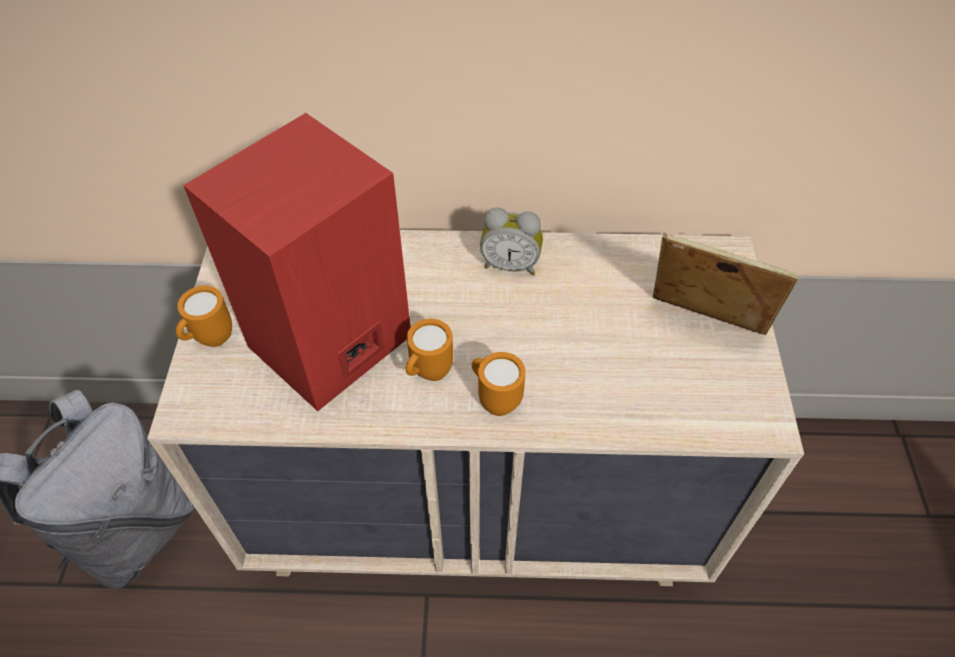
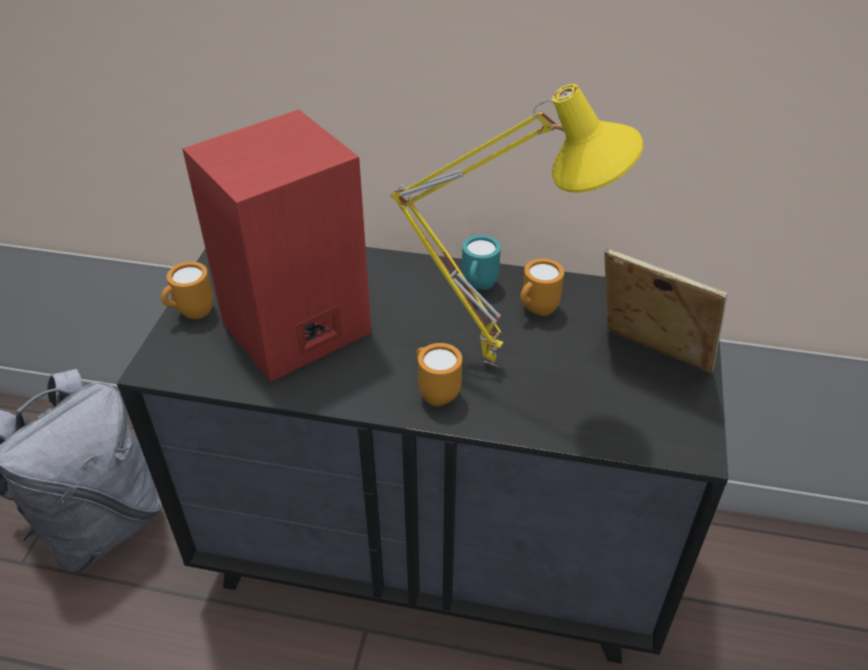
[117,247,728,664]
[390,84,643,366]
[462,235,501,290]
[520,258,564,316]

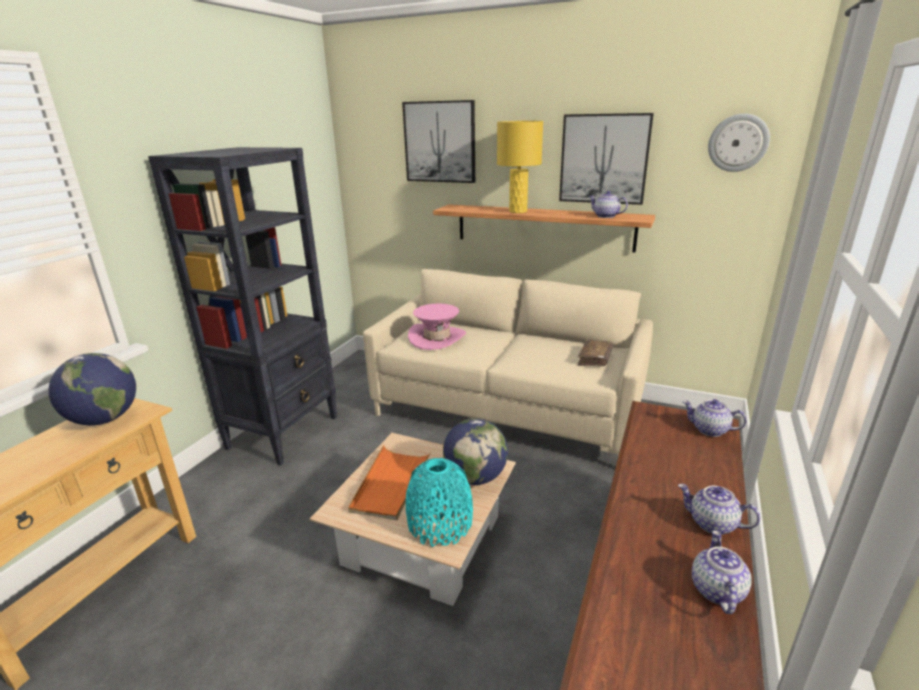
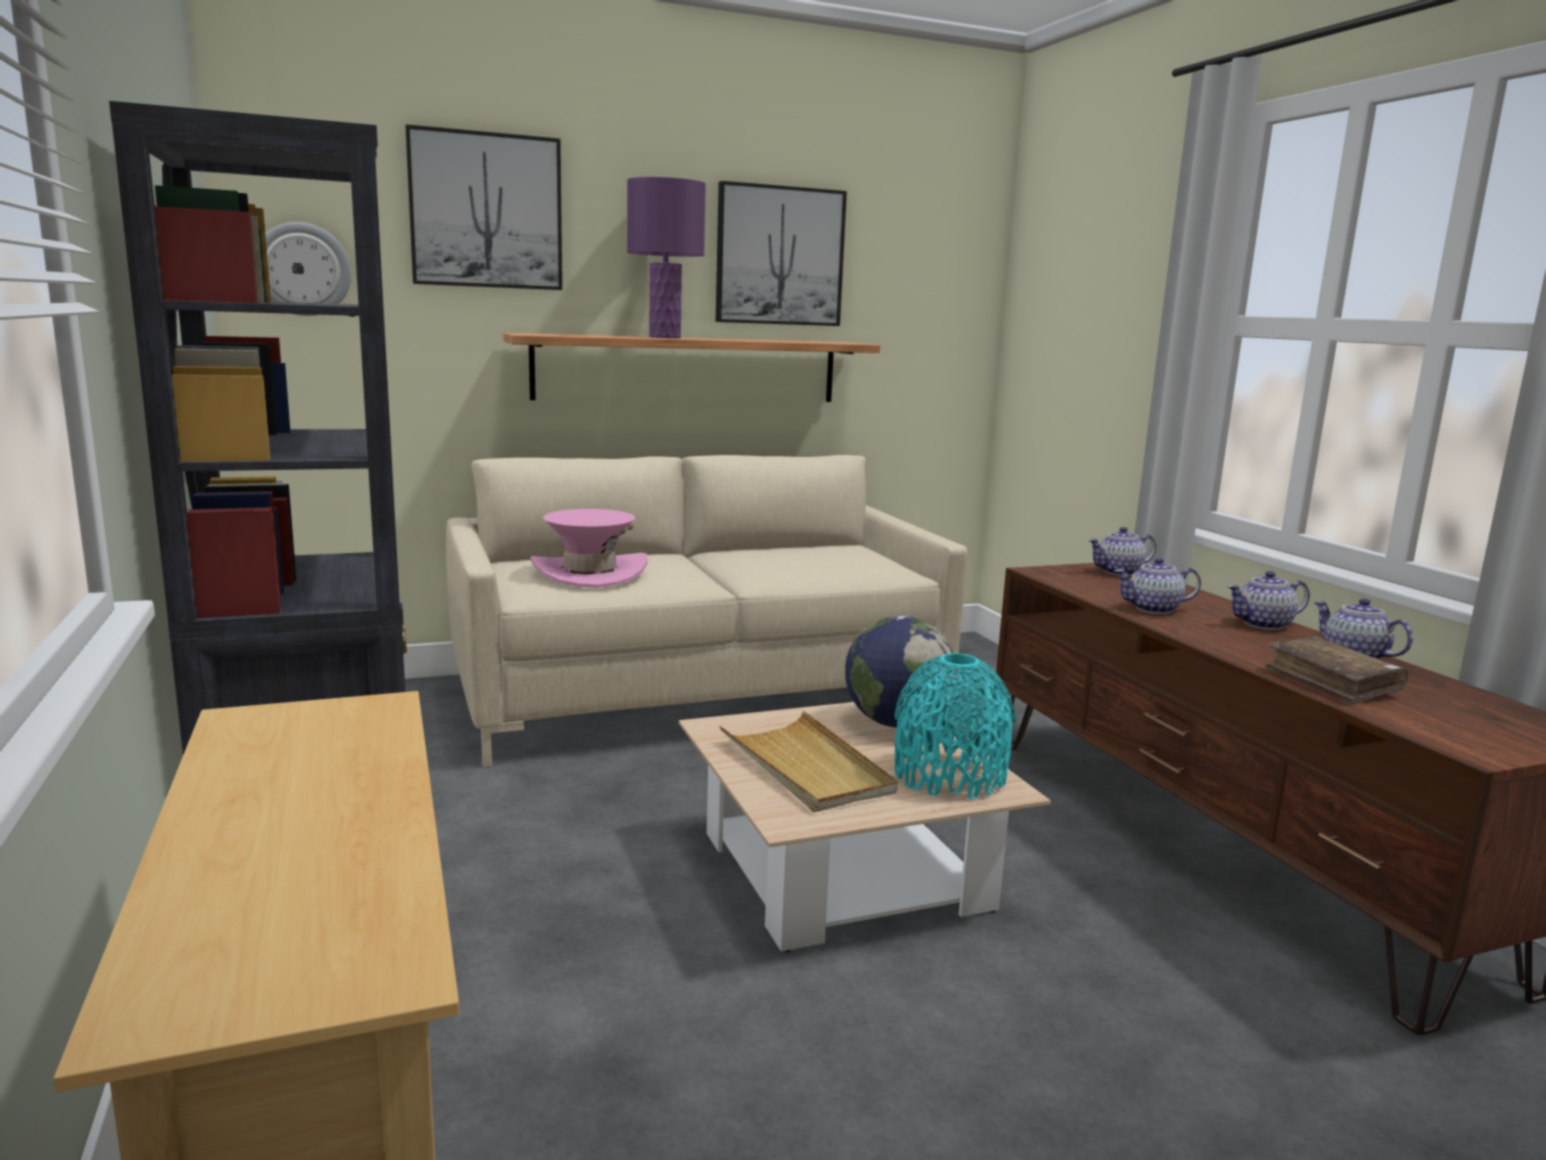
[265,222,351,316]
[627,177,706,338]
[719,711,898,812]
[1114,558,1201,614]
[1265,636,1408,704]
[49,353,136,425] (first image)

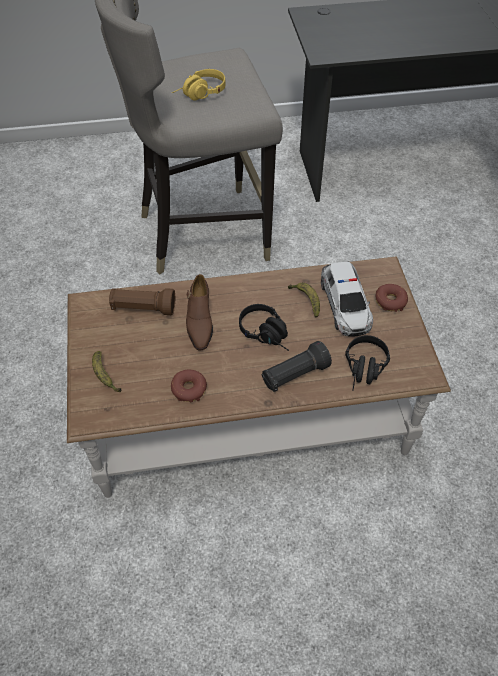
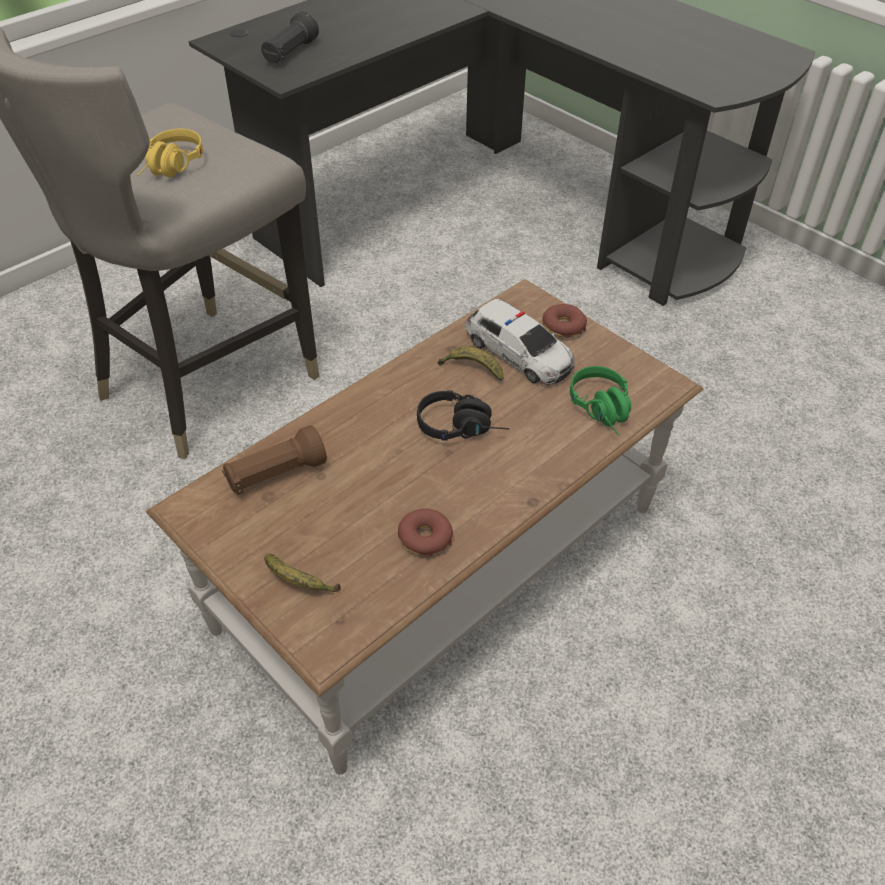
[261,11,319,64]
[570,366,631,436]
[186,274,213,350] (first image)

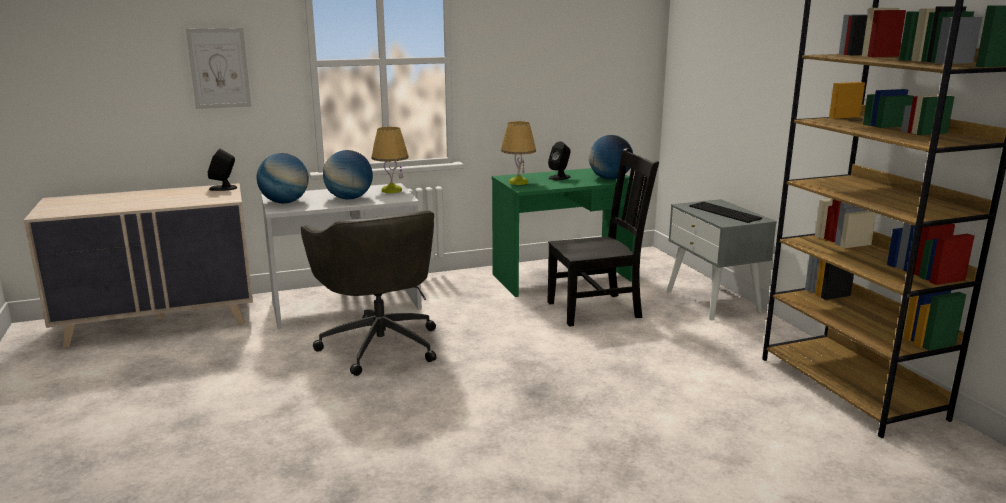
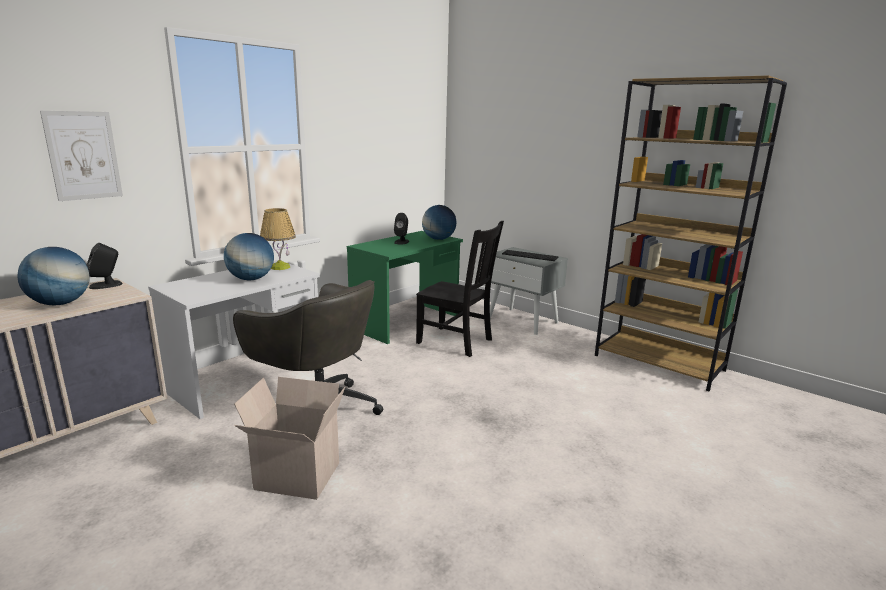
[17,247,90,305]
[234,377,345,500]
[416,221,504,357]
[501,121,536,185] (first image)

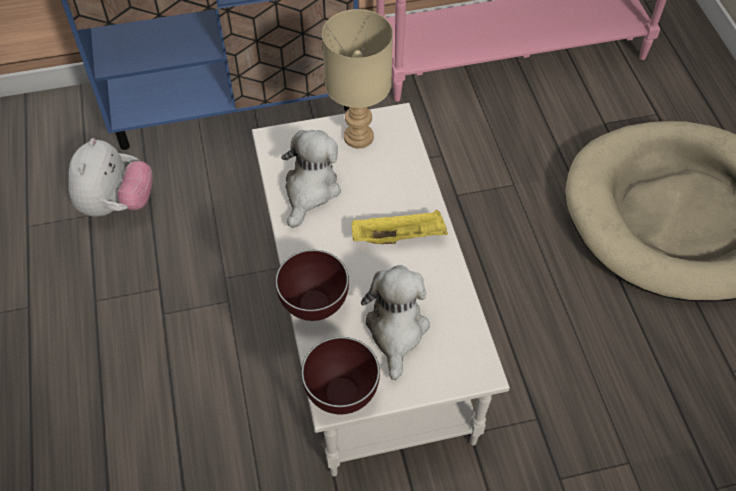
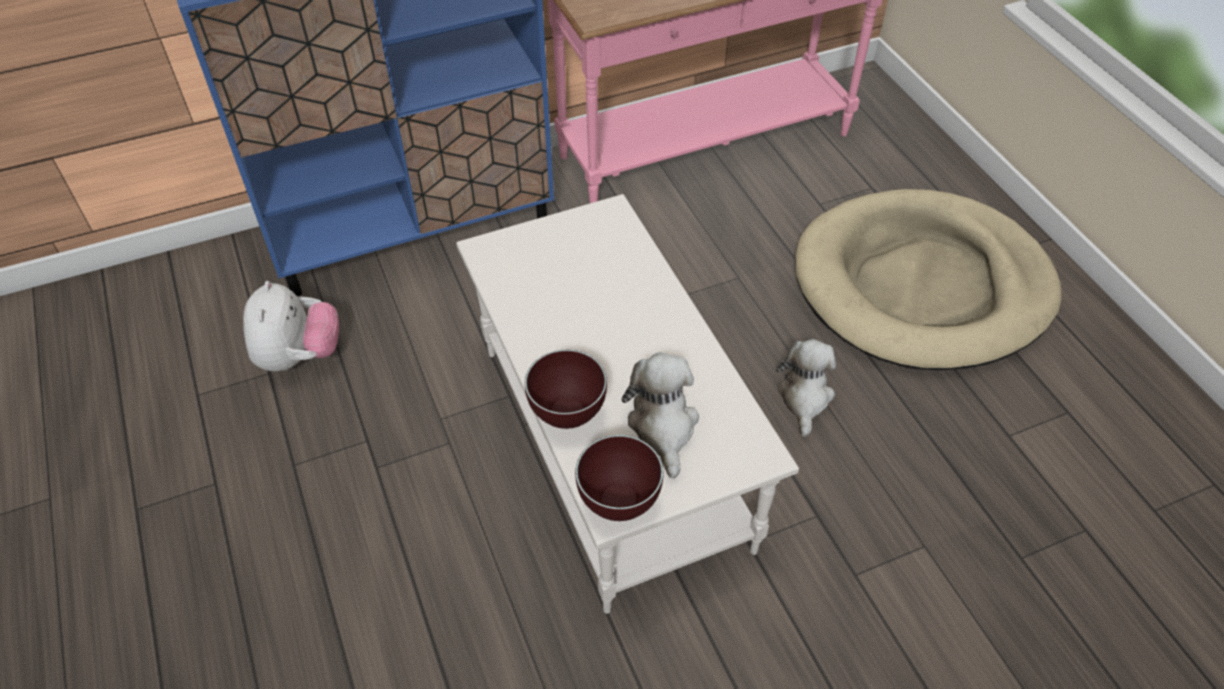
[776,339,836,437]
[322,9,393,148] (first image)
[352,210,448,244] (first image)

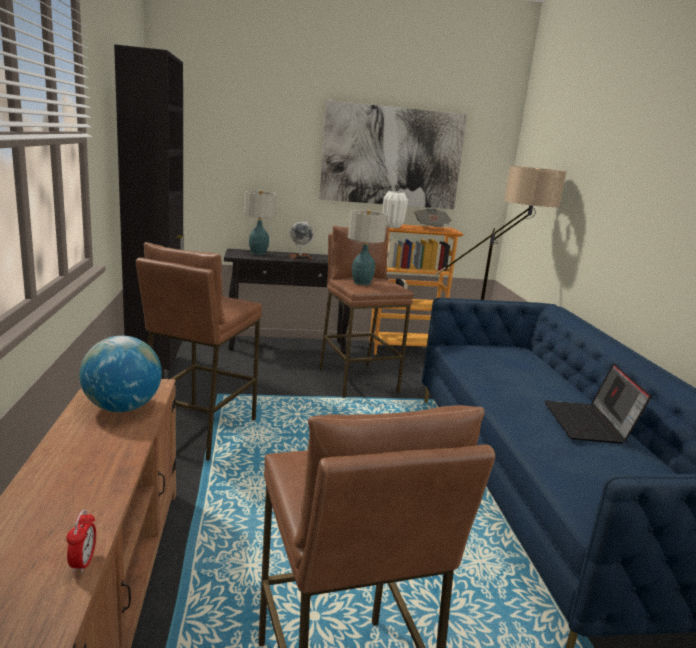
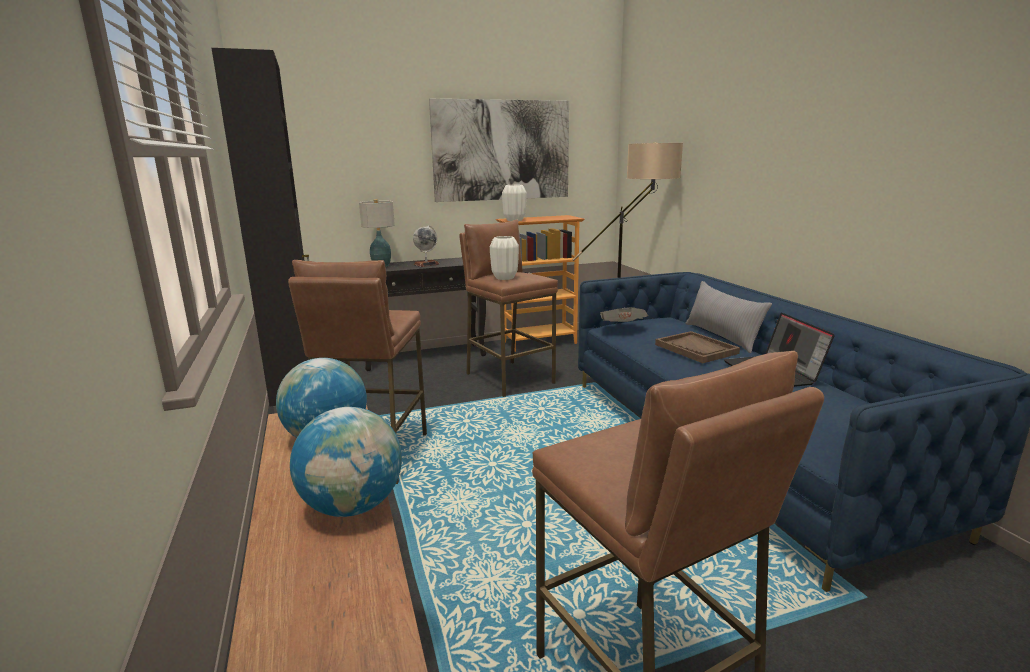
[290,407,402,517]
[490,236,519,280]
[600,307,648,322]
[655,331,740,363]
[686,281,772,353]
[66,510,96,574] (first image)

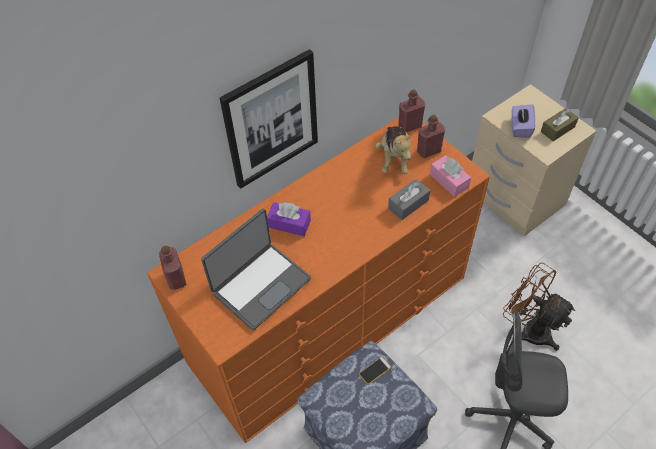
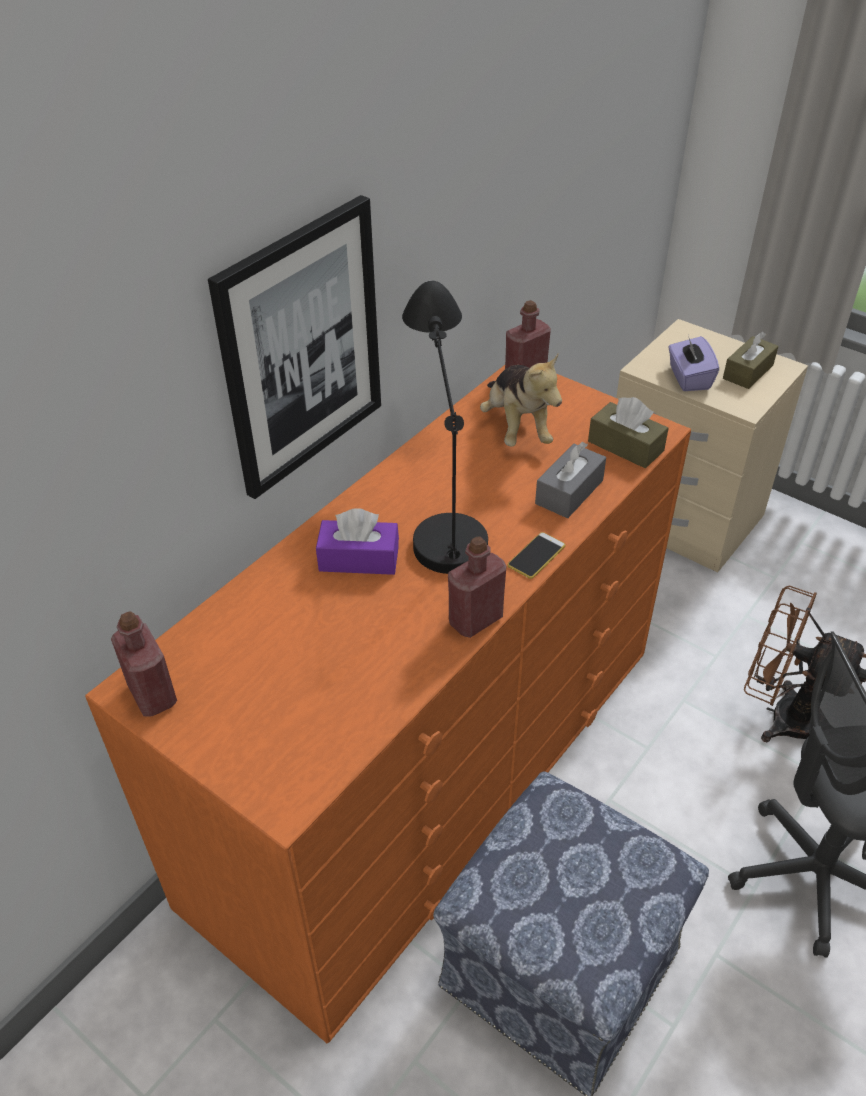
[402,281,488,574]
[448,536,506,638]
[507,532,565,579]
[588,397,669,468]
[201,209,311,330] (first image)

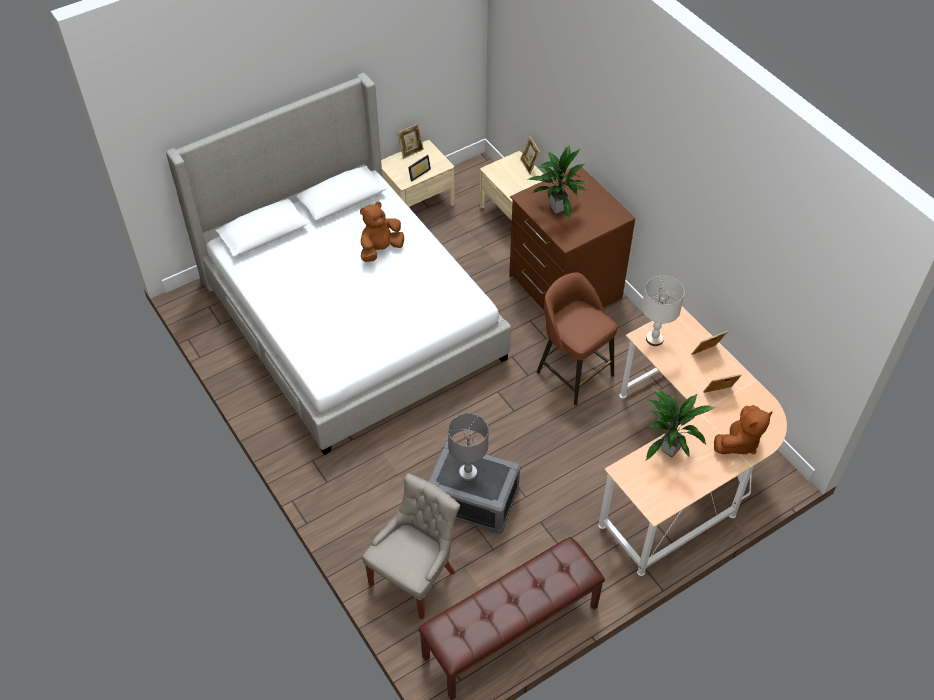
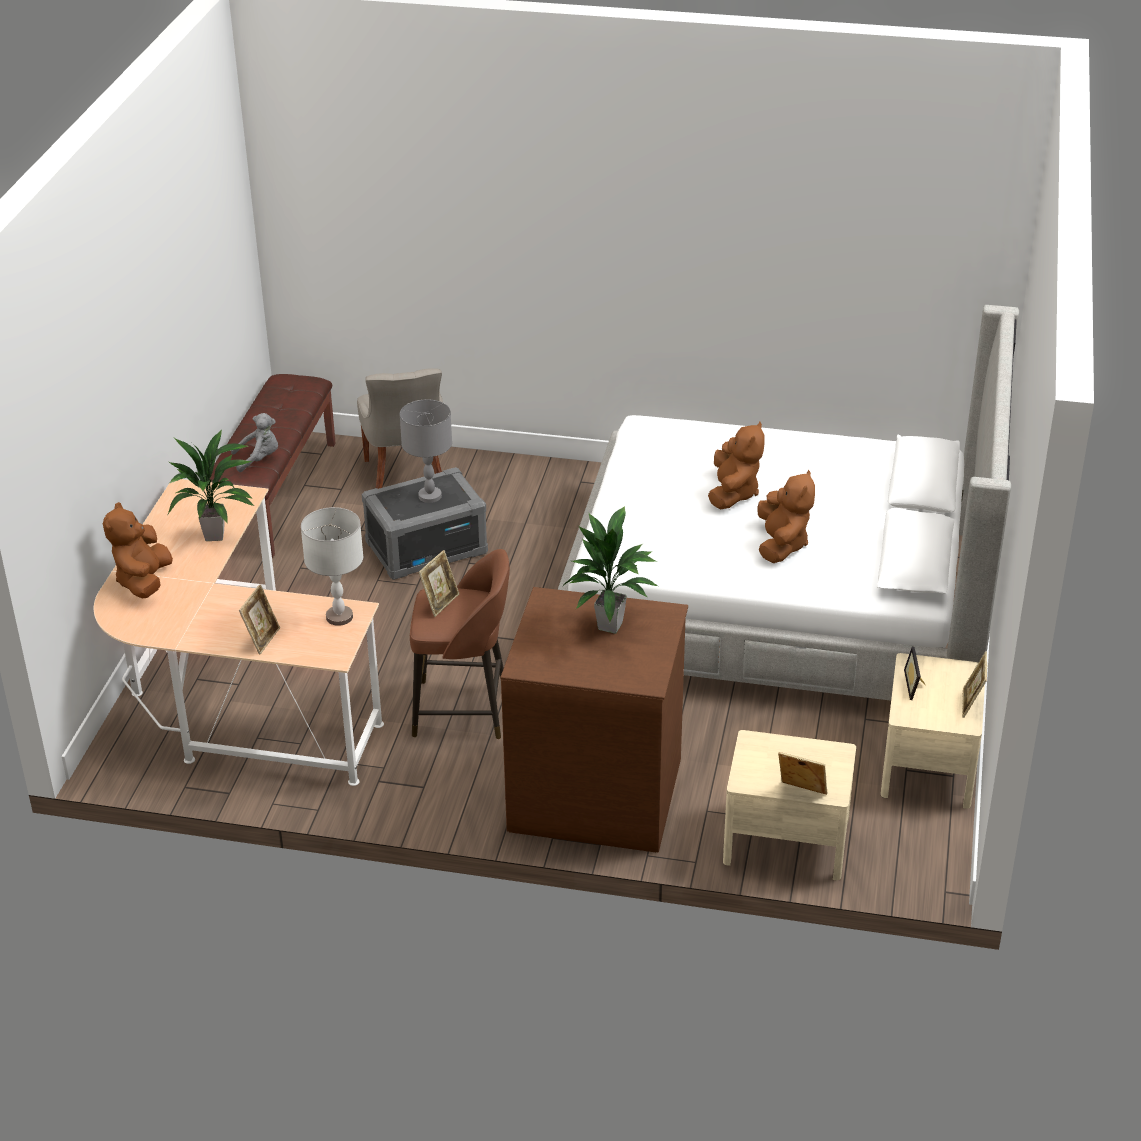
[231,413,278,472]
[419,550,459,617]
[708,421,765,509]

